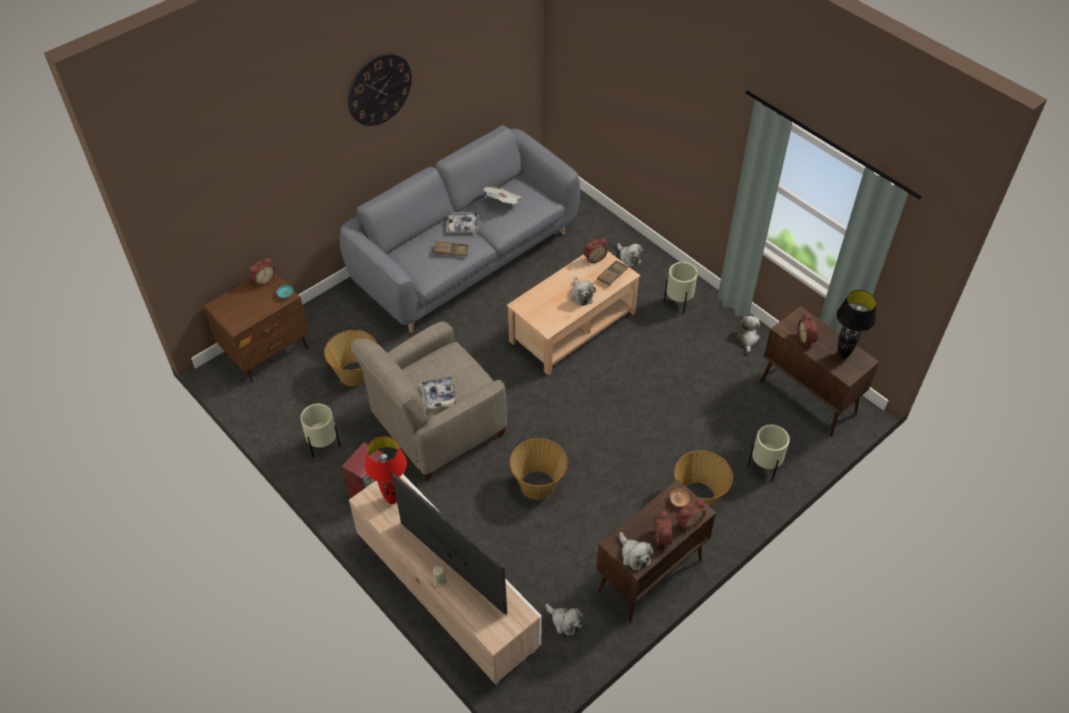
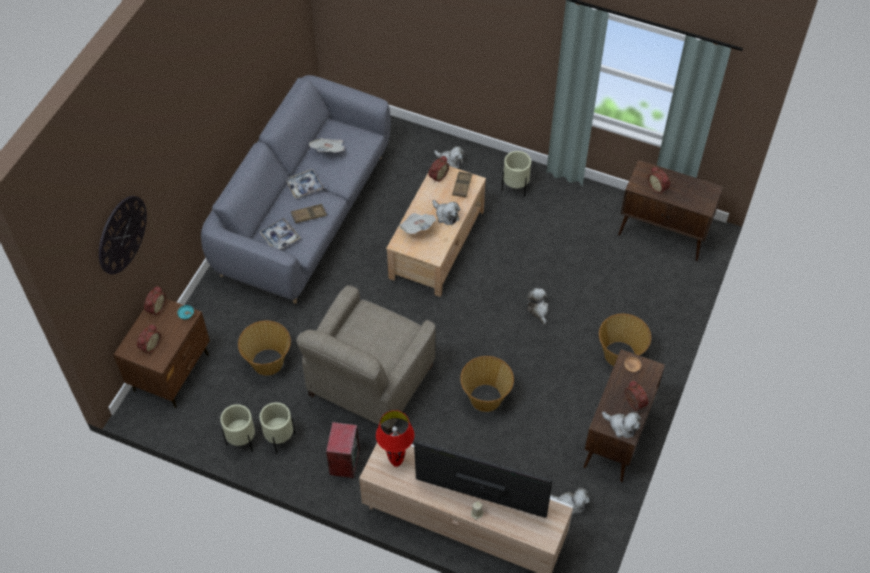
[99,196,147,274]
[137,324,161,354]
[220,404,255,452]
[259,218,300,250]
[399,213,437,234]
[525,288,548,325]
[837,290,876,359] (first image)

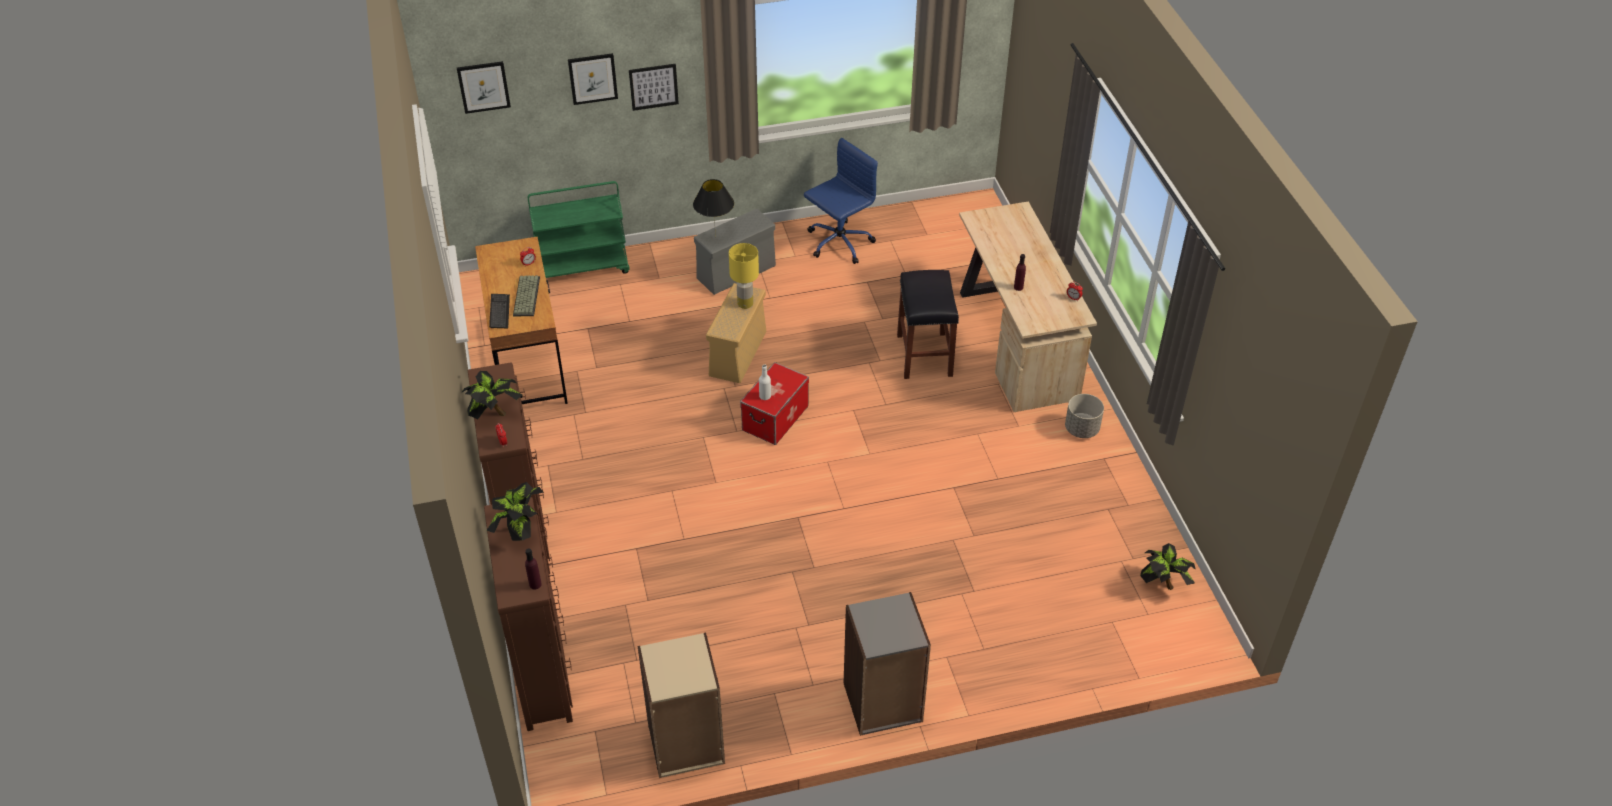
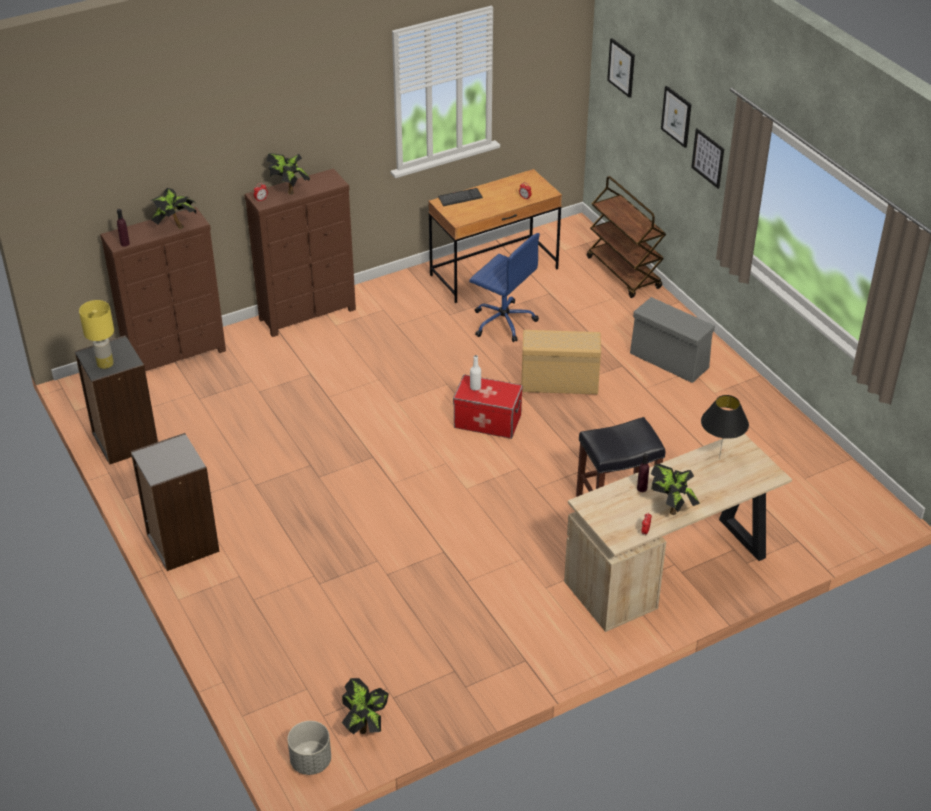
[75,335,158,465]
[79,300,114,369]
[288,721,331,775]
[469,233,540,342]
[587,176,666,298]
[651,464,700,515]
[701,395,749,460]
[513,275,540,316] (first image)

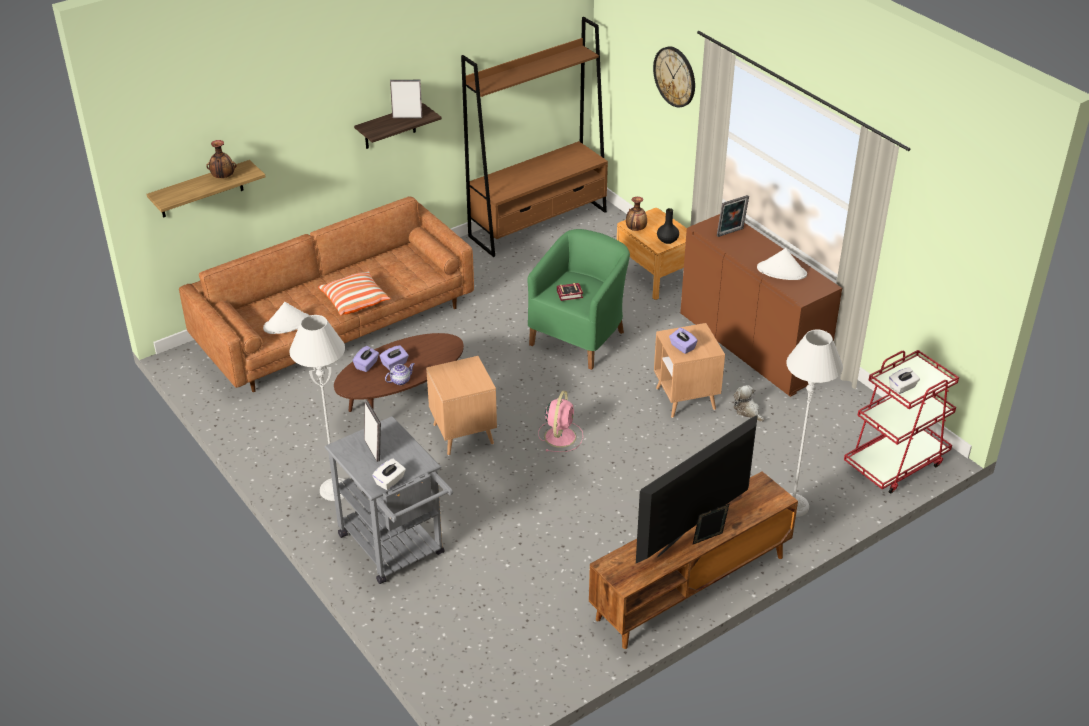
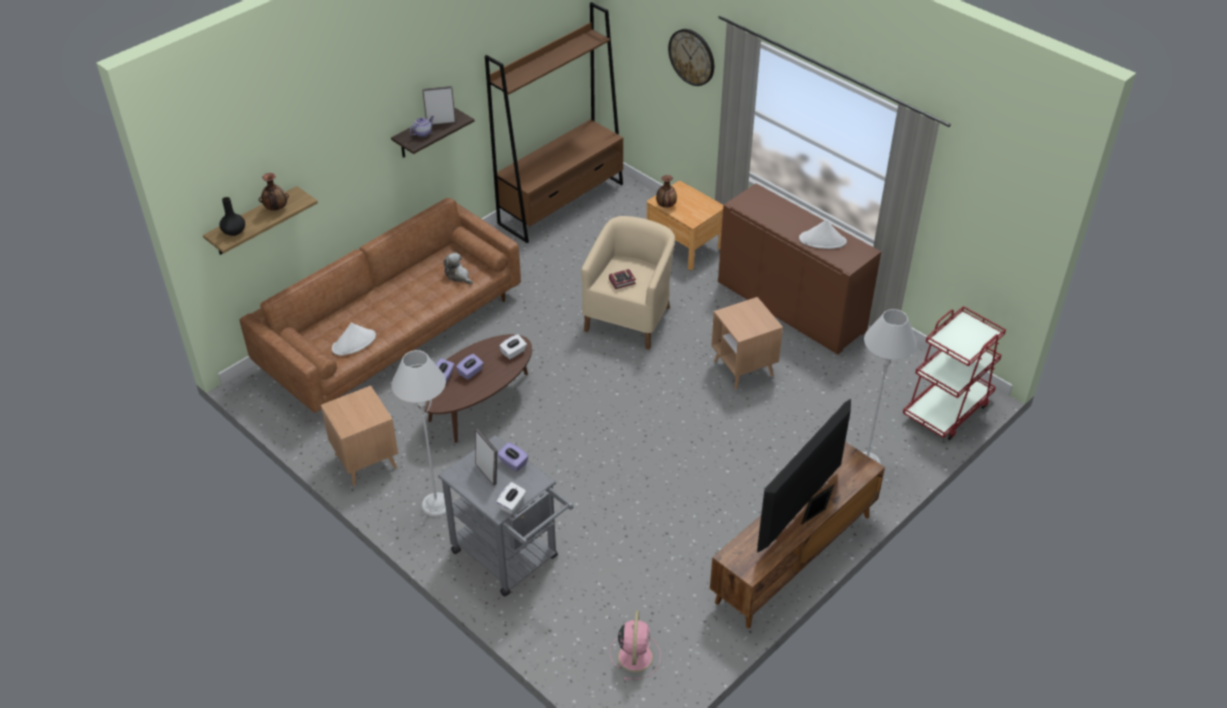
[219,197,245,236]
[321,386,398,486]
[409,116,434,137]
[443,252,473,284]
[497,442,528,472]
[499,334,527,359]
[581,216,675,349]
[610,611,661,680]
[318,271,390,315] (first image)
[717,195,749,237] (first image)

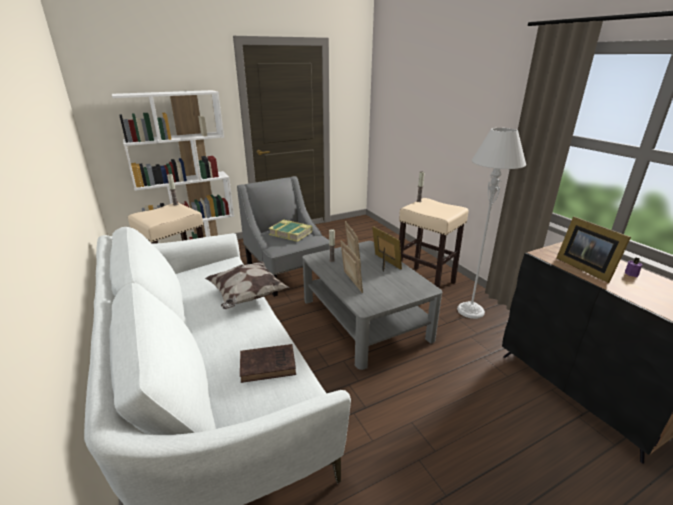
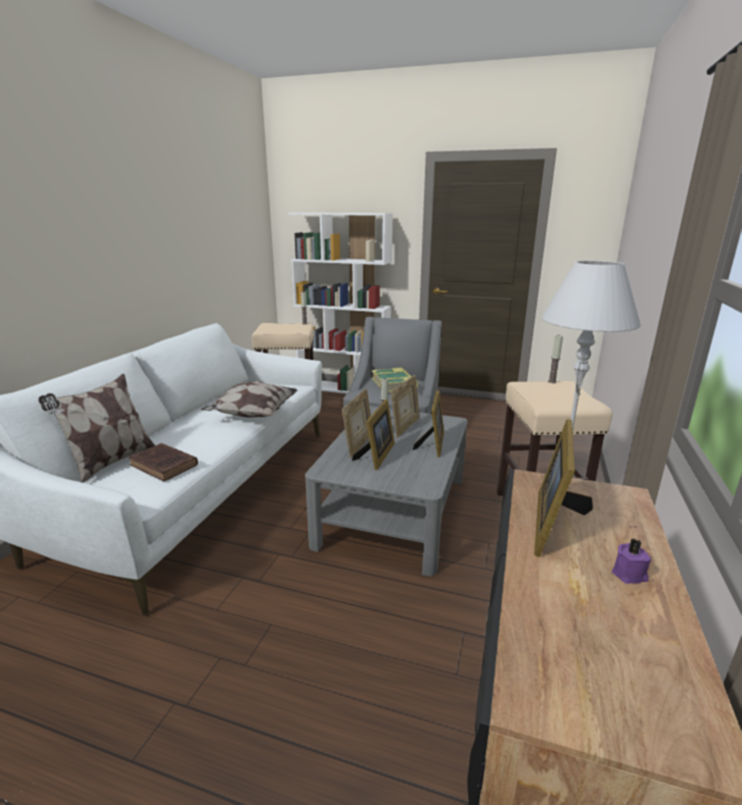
[38,374,155,483]
[352,399,395,470]

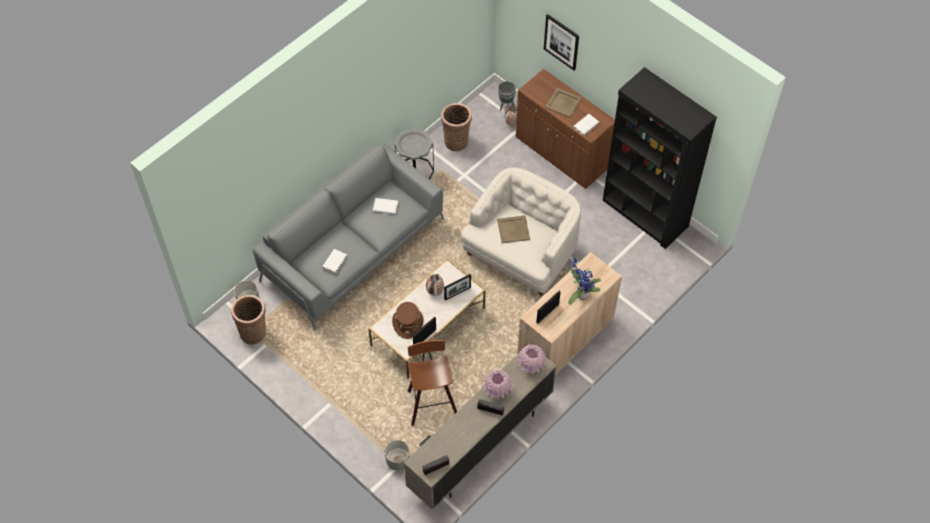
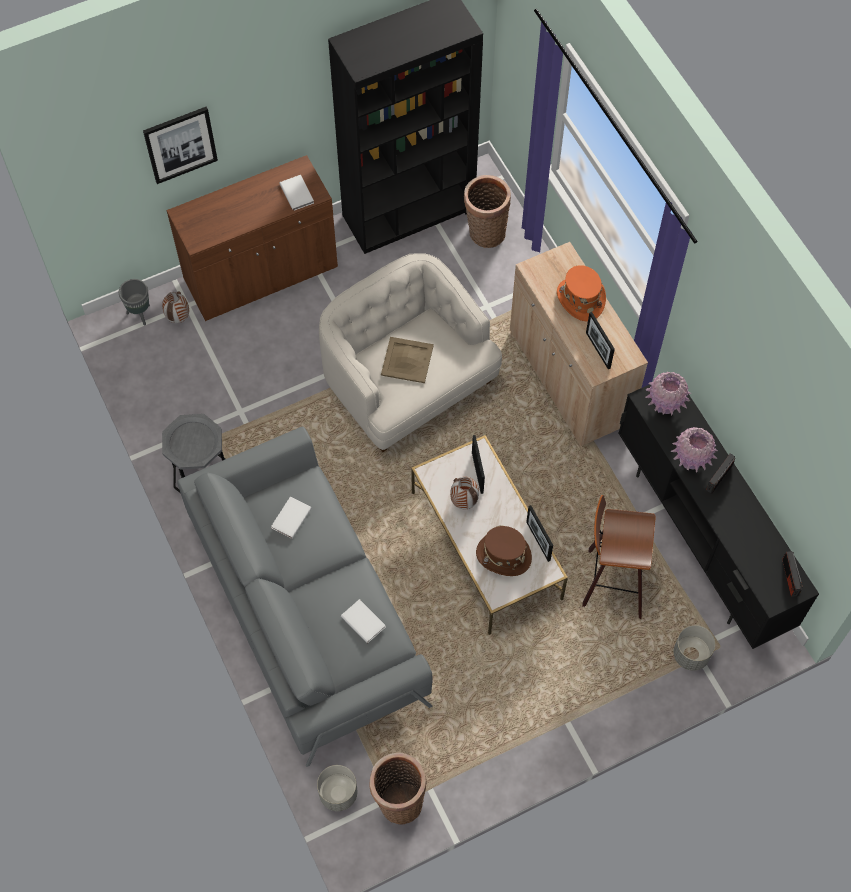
[464,175,511,248]
[557,265,606,321]
[618,385,819,649]
[545,88,582,118] (first image)

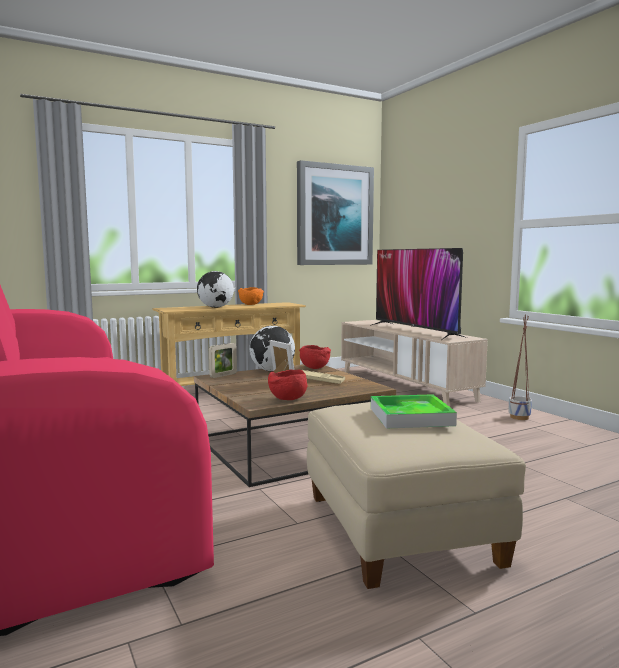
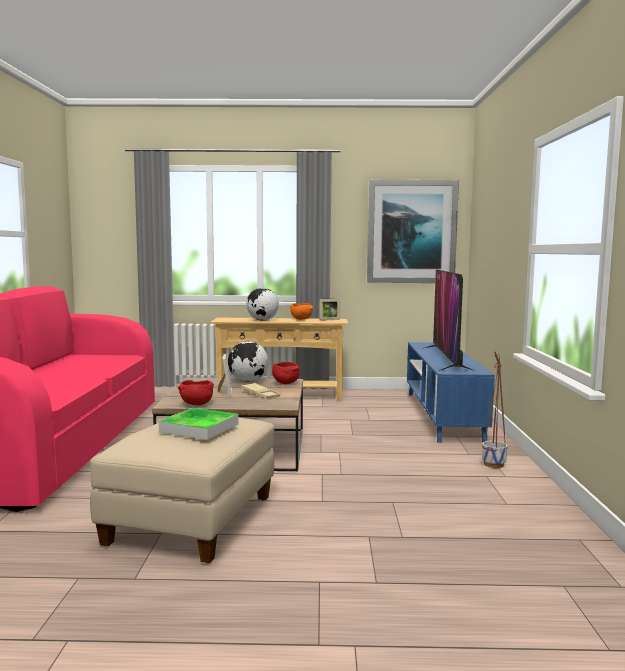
[319,298,341,320]
[407,342,495,443]

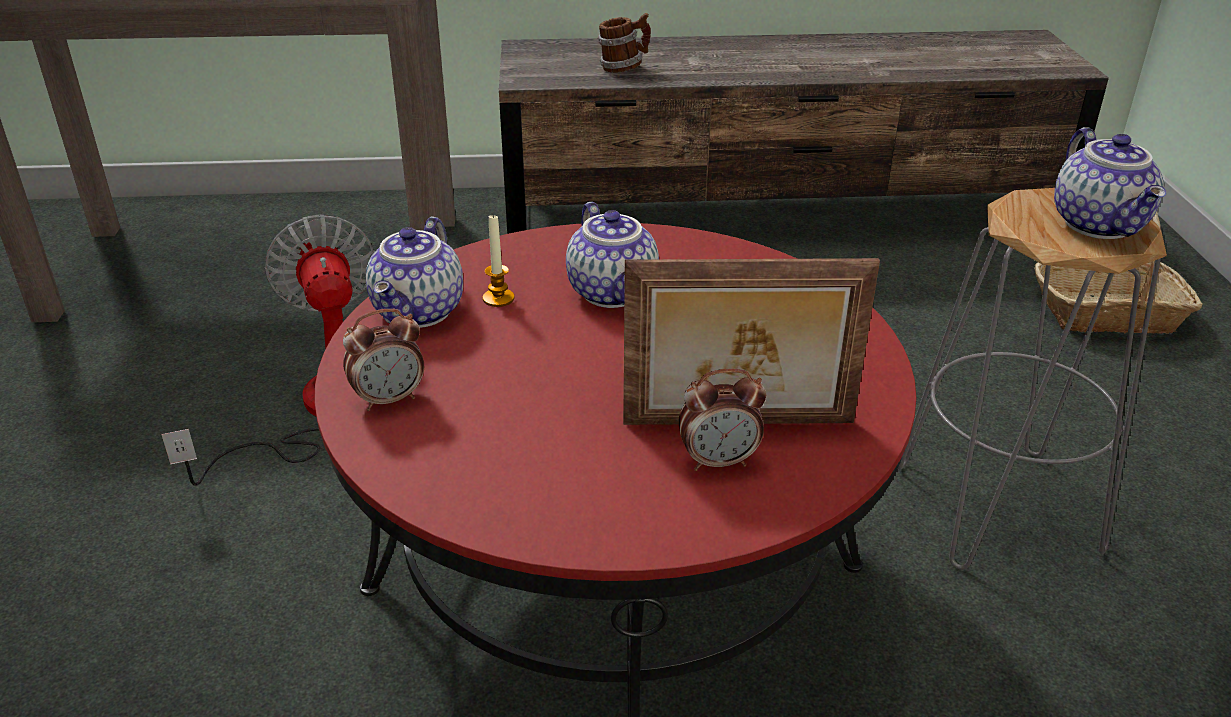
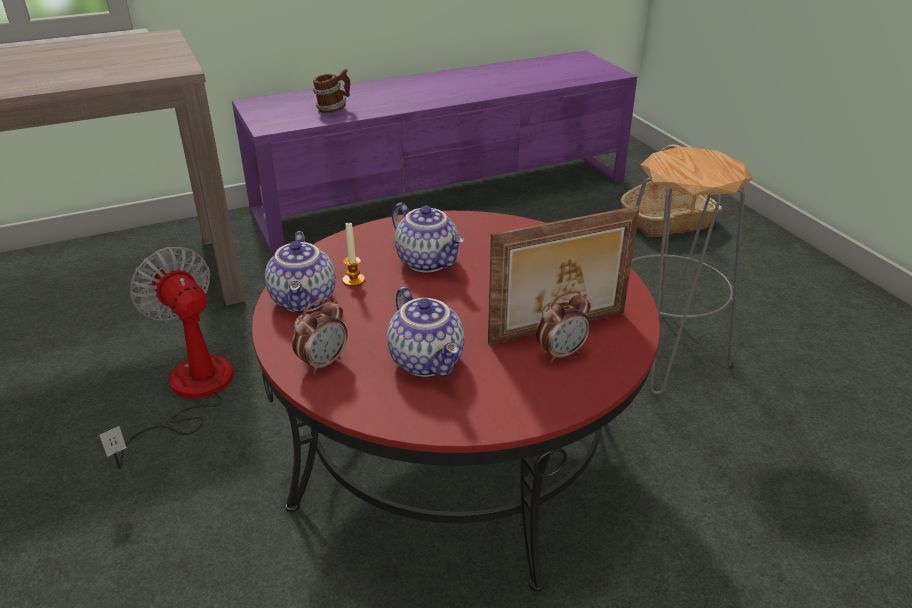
[232,50,638,254]
[387,287,465,377]

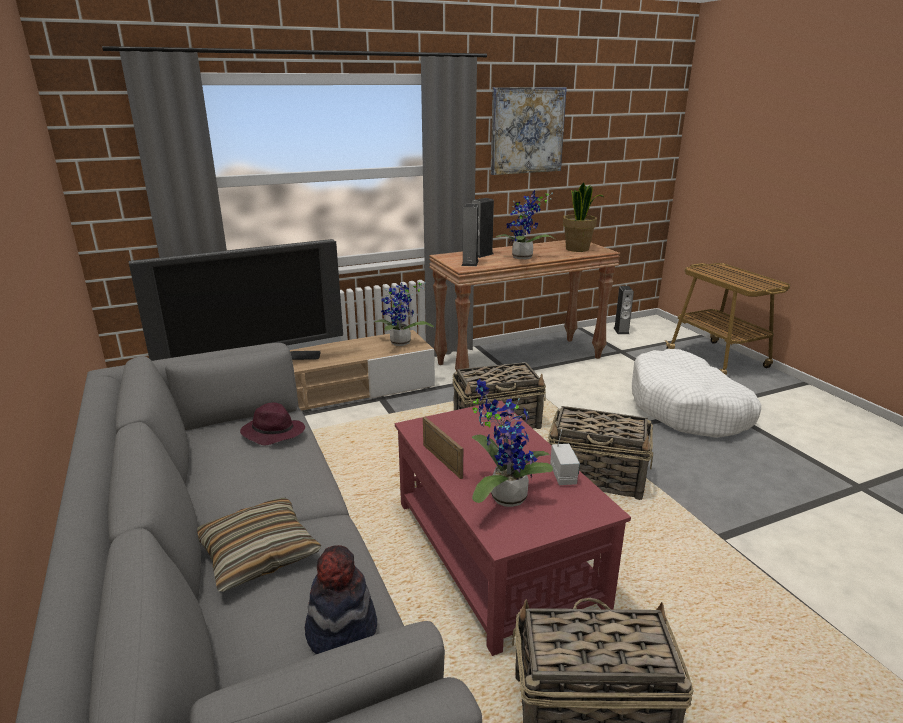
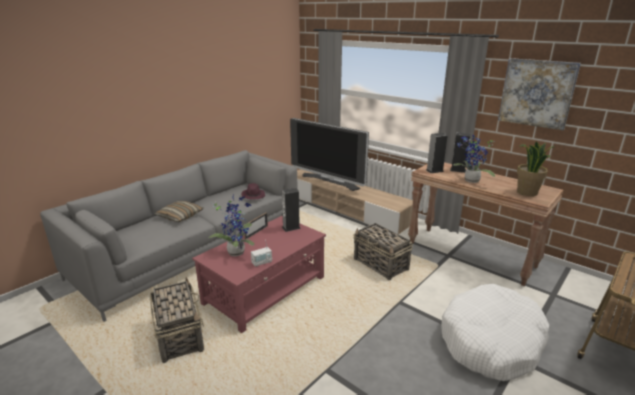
[282,188,301,232]
[305,545,377,654] (first image)
[375,282,434,346] (first image)
[548,406,653,500] (first image)

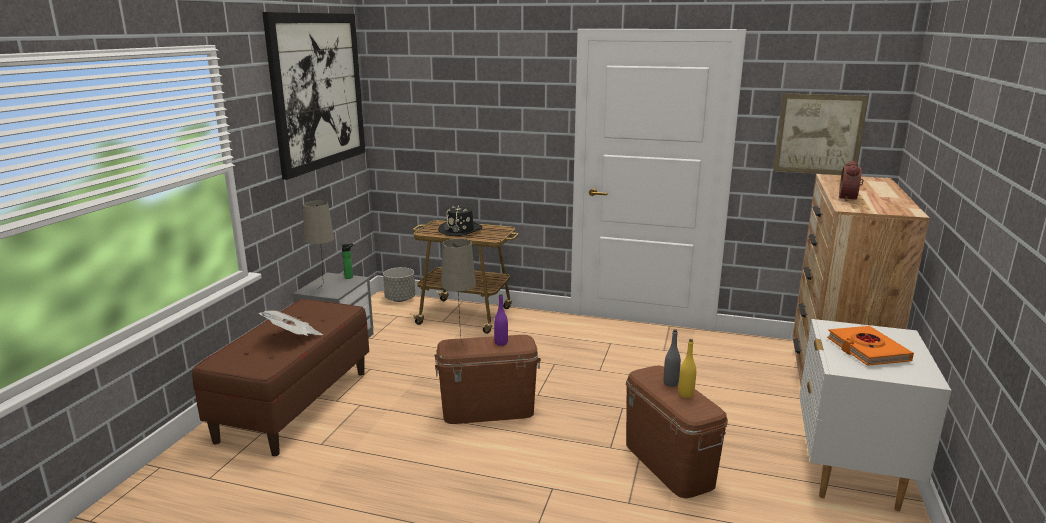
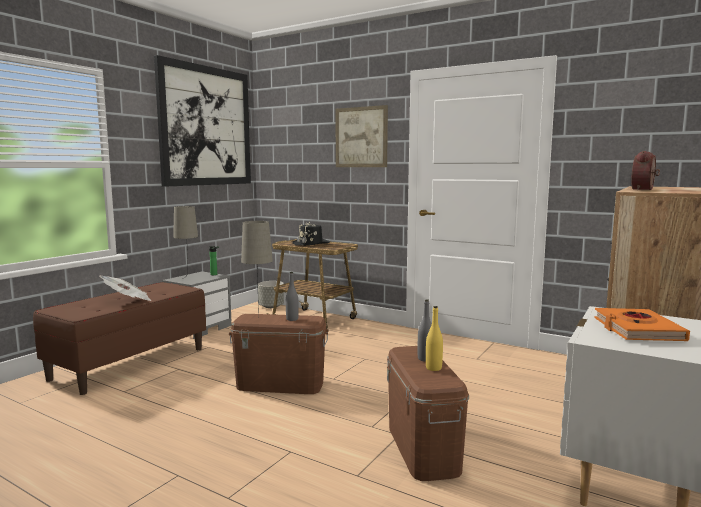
[286,272,299,321]
[335,105,388,167]

